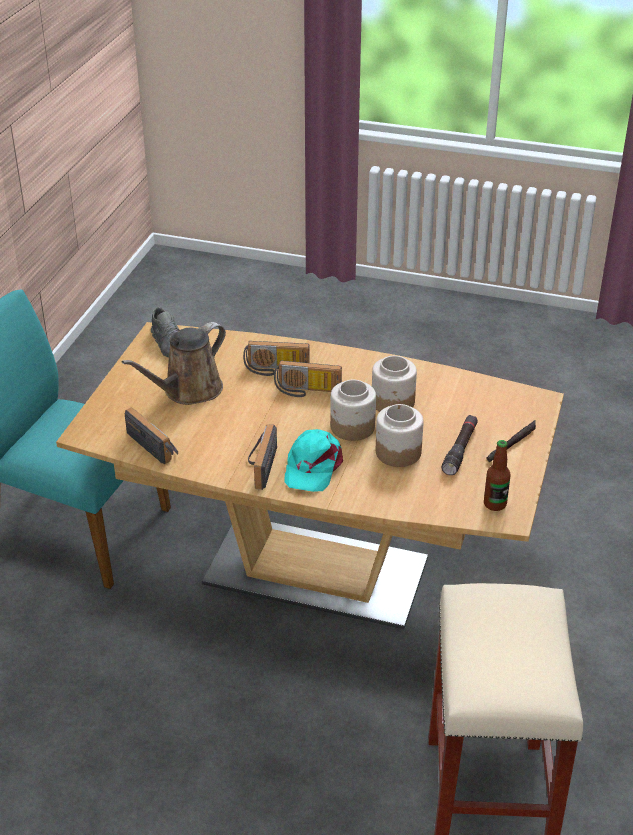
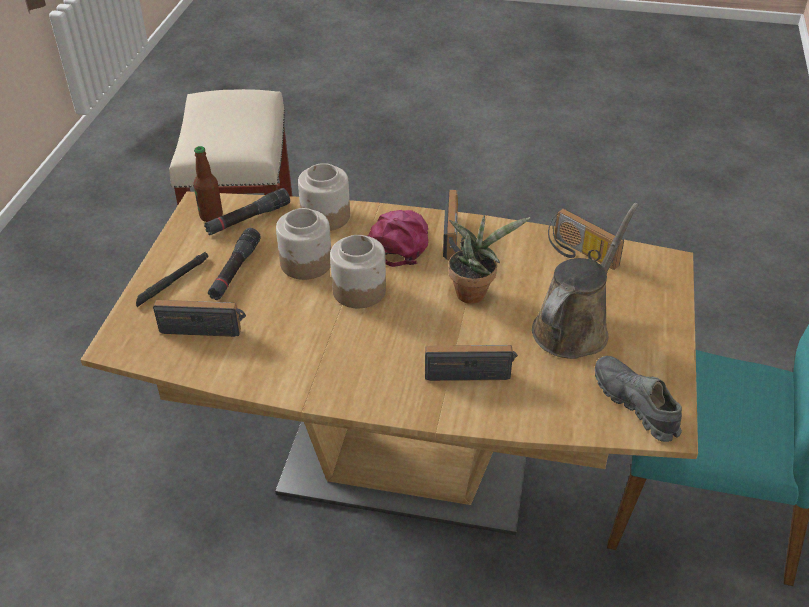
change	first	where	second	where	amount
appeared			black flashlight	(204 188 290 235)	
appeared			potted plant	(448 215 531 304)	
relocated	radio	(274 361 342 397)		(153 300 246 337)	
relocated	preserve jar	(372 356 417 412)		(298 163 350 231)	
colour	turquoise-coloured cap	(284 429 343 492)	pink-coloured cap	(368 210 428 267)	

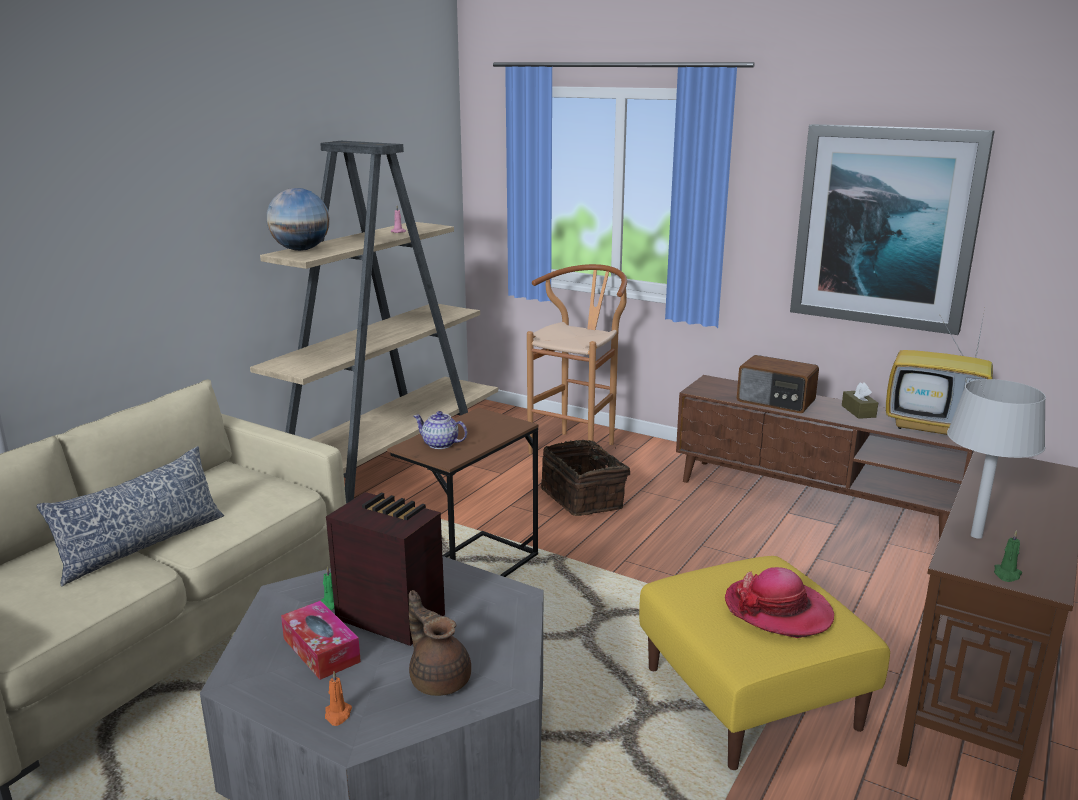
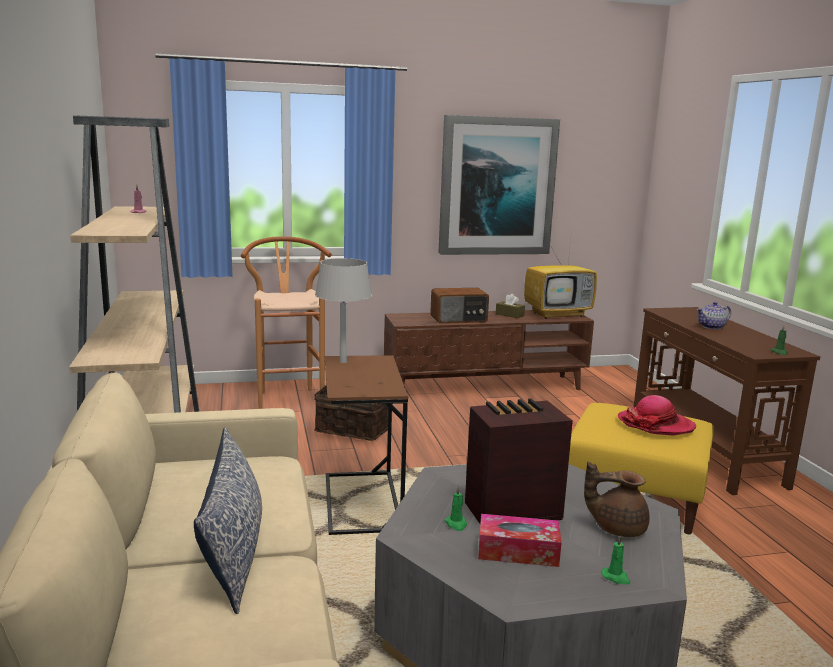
change	first	where	second	where	amount
missing	globe	(266 188 330 251)			
relocated	tea pot	(414 411 467 449)		(697 302 731 329)	
relocated	grey table lamp	(947 379 1046 539)		(315 258 372 363)	
colour	orange candle	(325 671 352 726)	green-coloured candle	(601 535 630 584)	

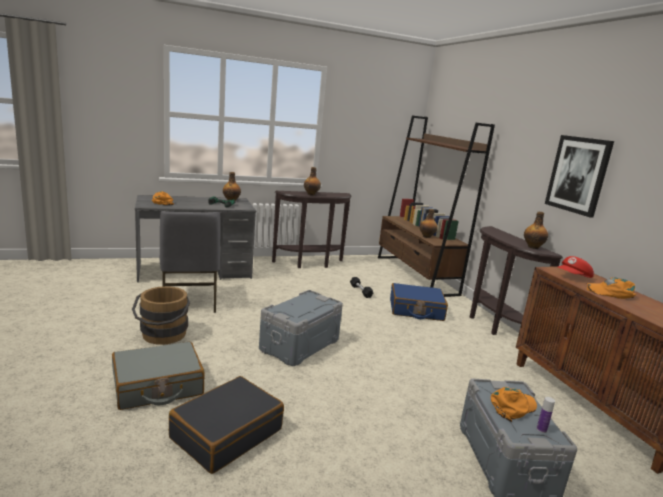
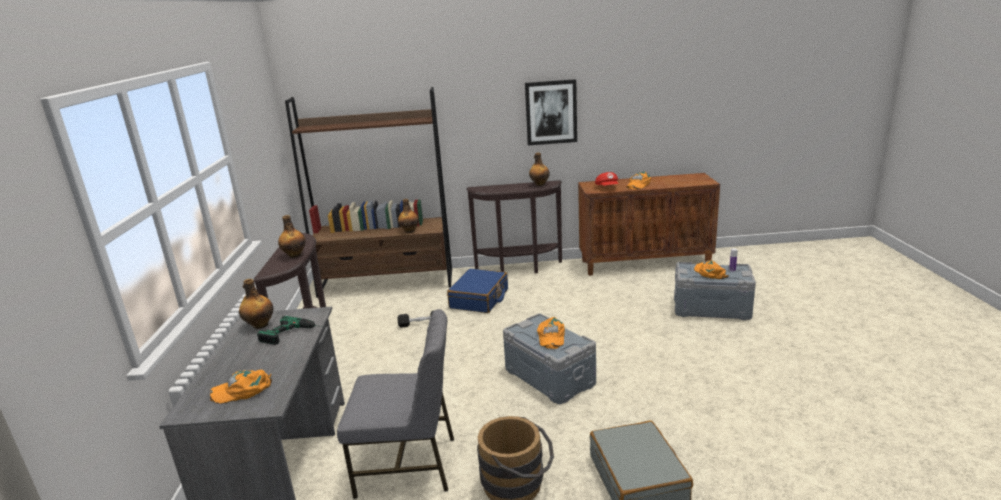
change	first	where	second	where	amount
missing	black suitcase	(169 376 284 474)			
appeared			orange cap	(537 317 565 349)	

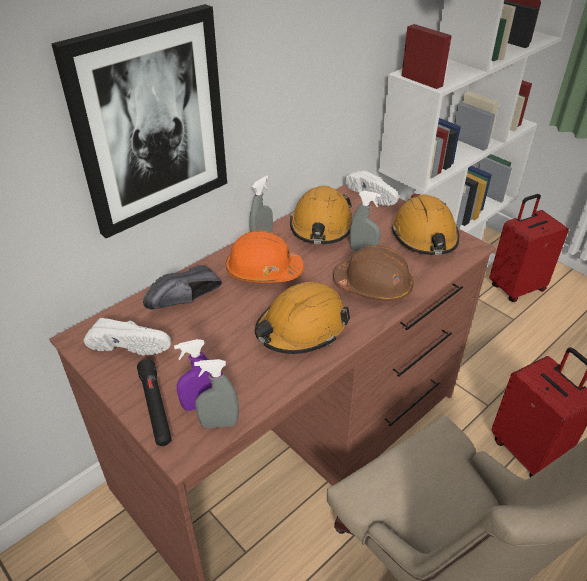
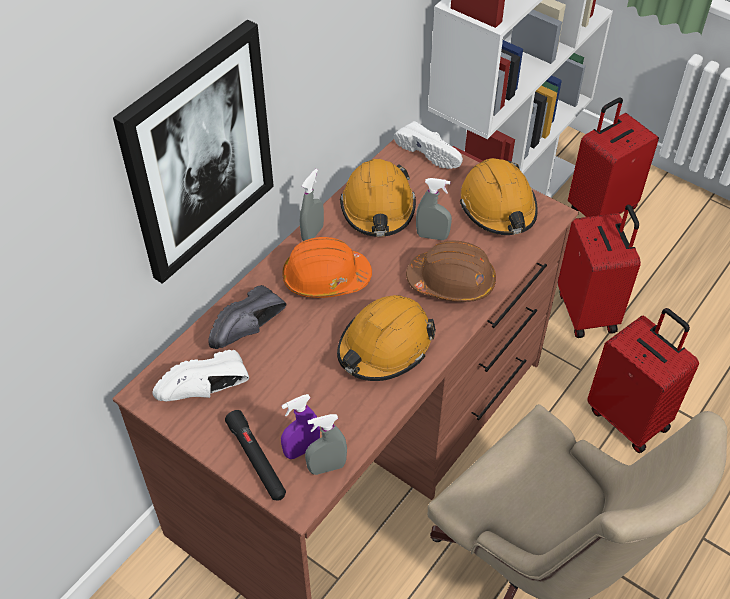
change	first	where	second	where	amount
appeared			red-coloured suitcase	(558 205 641 338)	
spun	white shoe	(84 318 171 356)		(152 350 249 401)	150 degrees clockwise

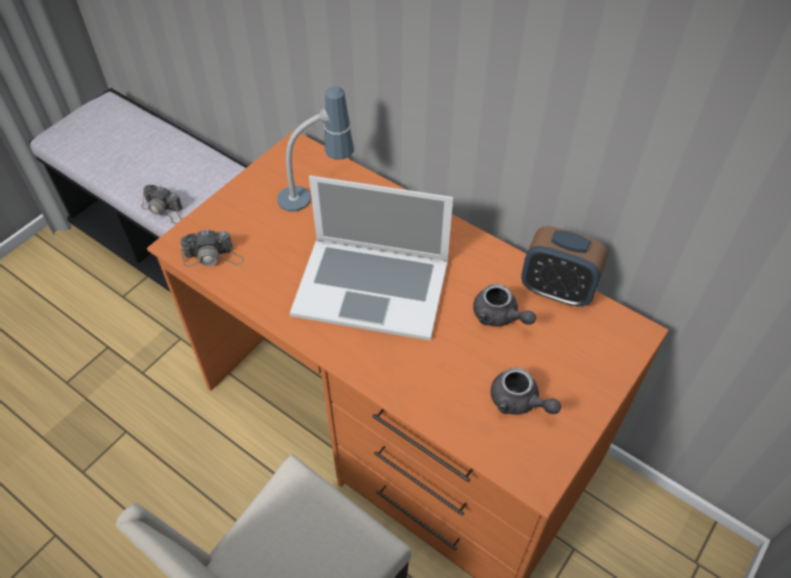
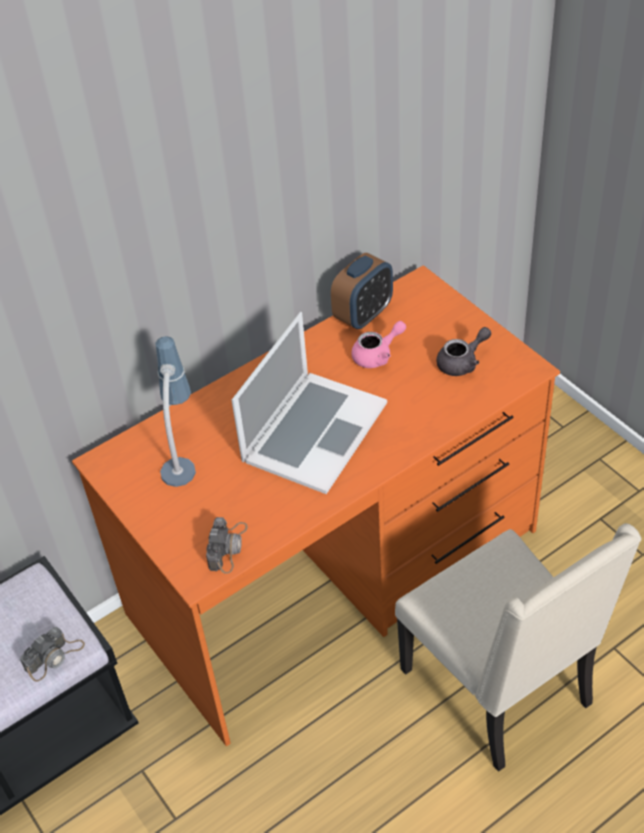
change	first	where	second	where	amount
colour	grey tea pot	(473 284 536 327)	pink-coloured tea pot	(351 321 406 368)	

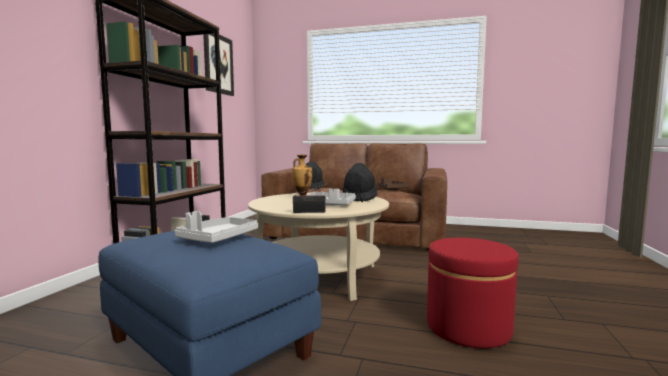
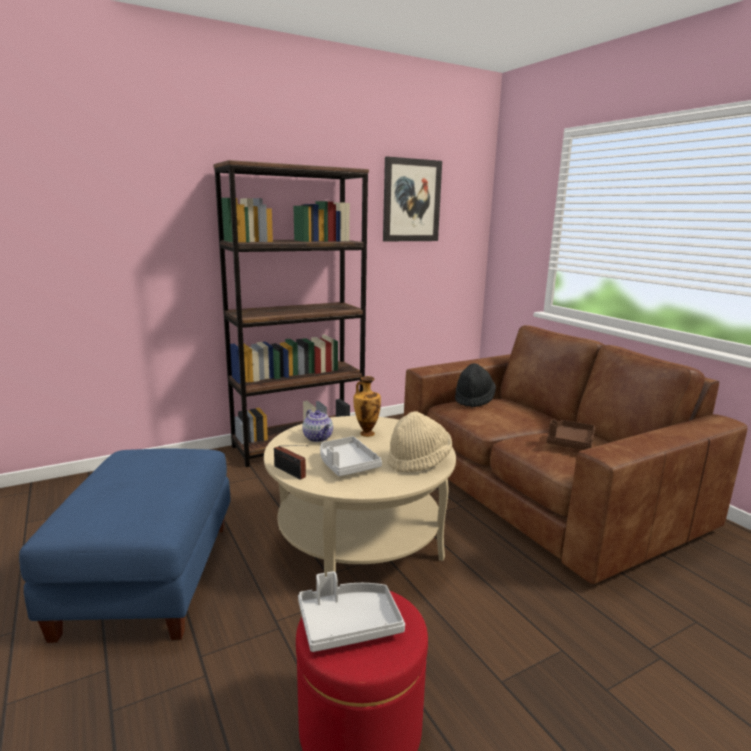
change	first	where	second	where	amount
appeared			tea pot	(302 410 333 442)	
relocated	grey tray	(175 211 258 243)		(298 571 405 652)	
colour	black clothing hat	(343 163 377 202)	beige-coloured clothing hat	(387 411 452 472)	

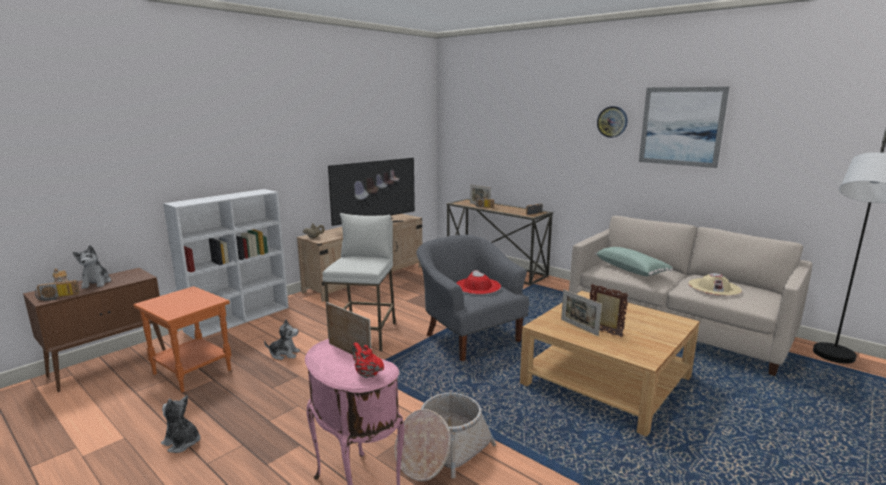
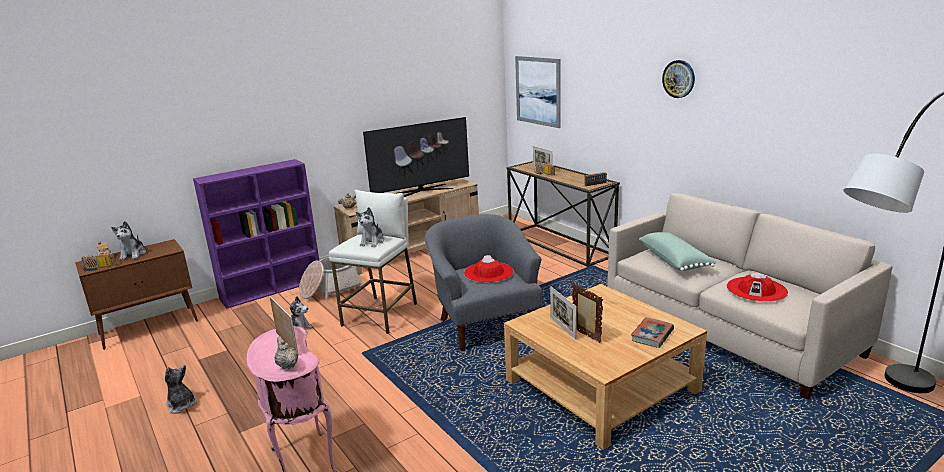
change	first	where	second	where	amount
missing	orange side table	(133 286 231 392)			
appeared			cuddly toy	(356 207 384 247)	
appeared			volume	(631 317 674 348)	
relocated	household basket	(395 392 496 481)		(299 257 364 300)	
relocated	wall art	(639 87 729 168)		(515 56 561 128)	
colour	white shelving unit	(163 189 289 339)	purple shelving unit	(193 159 319 309)	
colour	red-coloured tea pot	(352 342 384 378)	beige-coloured tea pot	(274 336 298 369)	
colour	beige-coloured clothing hat	(688 273 742 296)	red-coloured clothing hat	(727 273 788 302)	

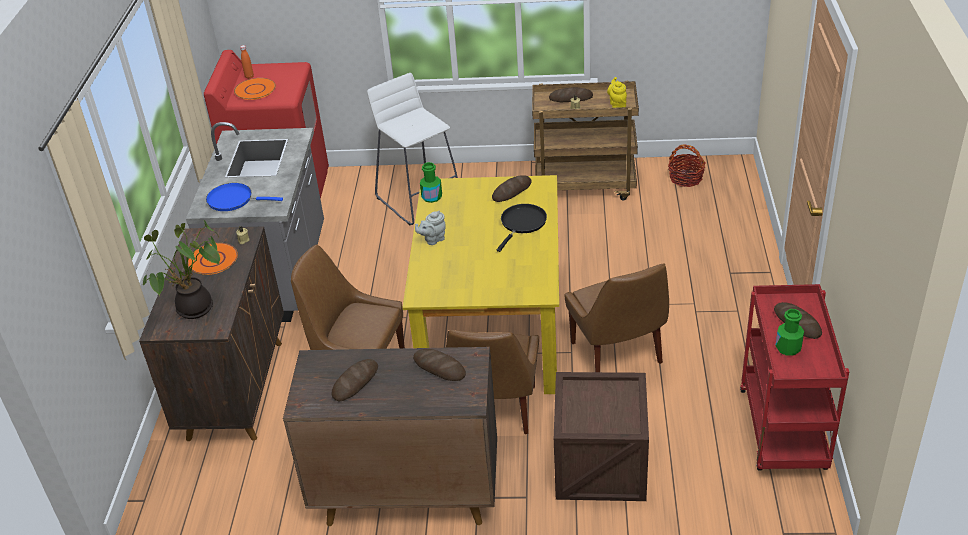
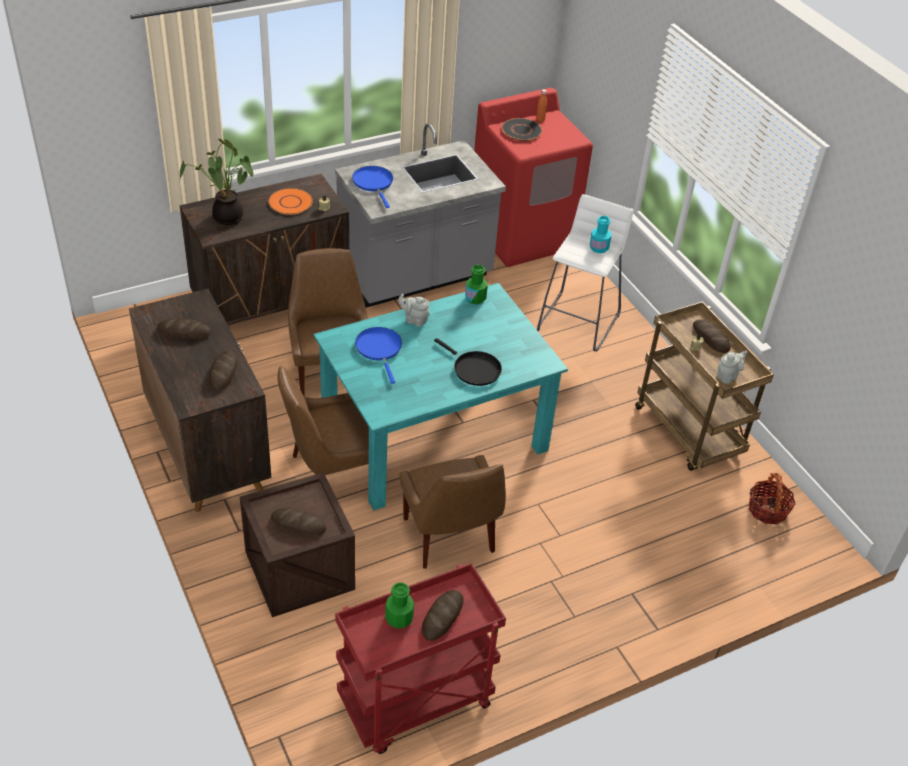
change	first	where	second	where	amount
appeared			bluish pan	(355 327 402 384)	
appeared			turquoise-coloured bottle	(590 216 611 253)	
relocated	bakery bread	(492 175 532 202)		(271 508 326 536)	
colour	orange dinner plate	(234 78 276 100)	black dinner plate	(502 118 542 141)	
colour	yellowish dinner table	(402 175 559 394)	turquoise-coloured dinner table	(314 283 568 511)	
colour	yellowish tea pot	(607 77 627 108)	grey tea pot	(717 351 747 384)	
spun	black pan	(496 204 547 252)		(434 338 502 386)	45 degrees clockwise
spun	brown plain chair	(564 263 669 372)		(400 455 506 569)	60 degrees counterclockwise

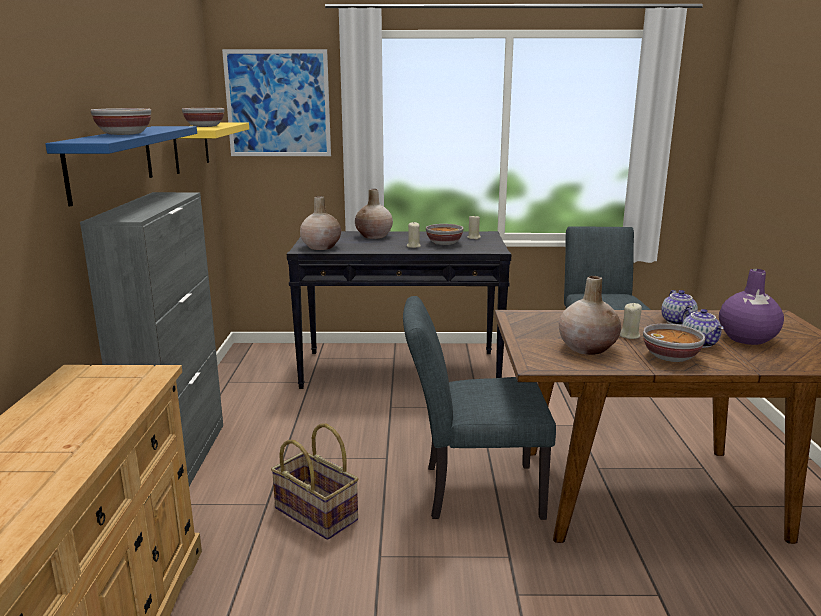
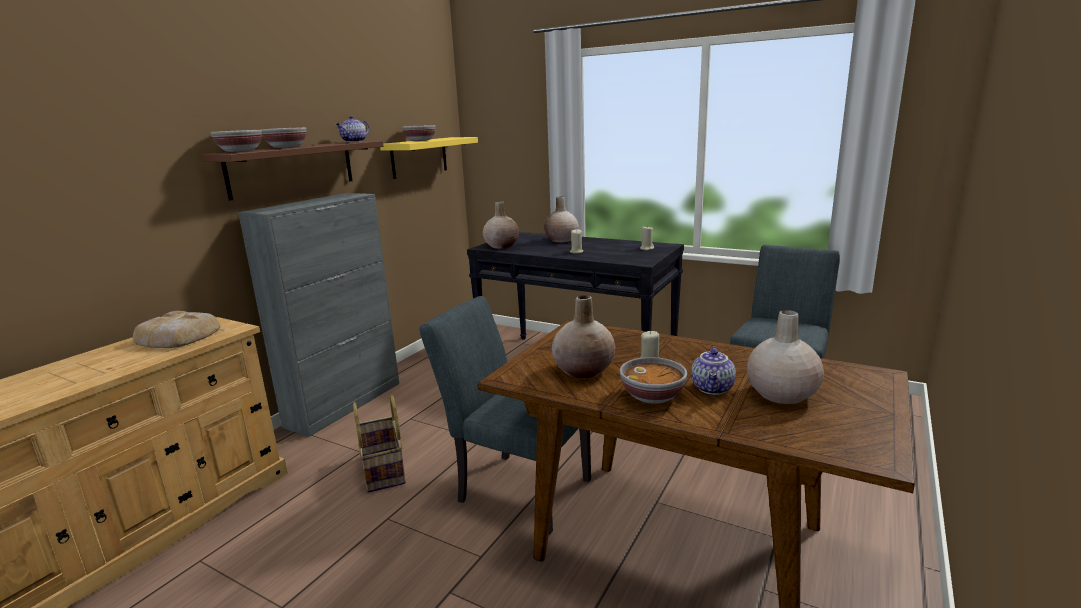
change	first	where	second	where	amount
missing	wall art	(222 49 331 156)			
appeared			bakery bread	(133 311 220 348)	
relocated	deep dish	(426 224 463 245)		(211 130 262 152)	
relocated	tea pot	(661 290 698 325)		(335 116 369 142)	
colour	bluish shelf	(46 126 197 206)	brown shelf	(202 141 383 201)	
colour	purple flower vase	(719 269 784 345)	beige-coloured flower vase	(746 310 824 404)	

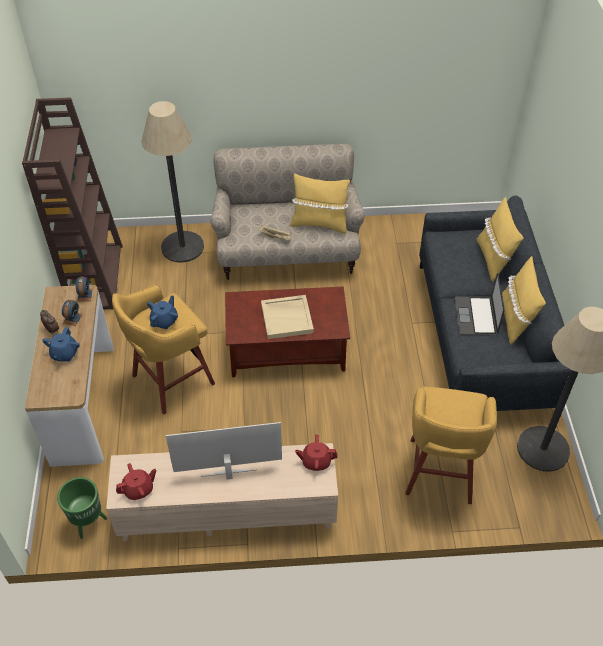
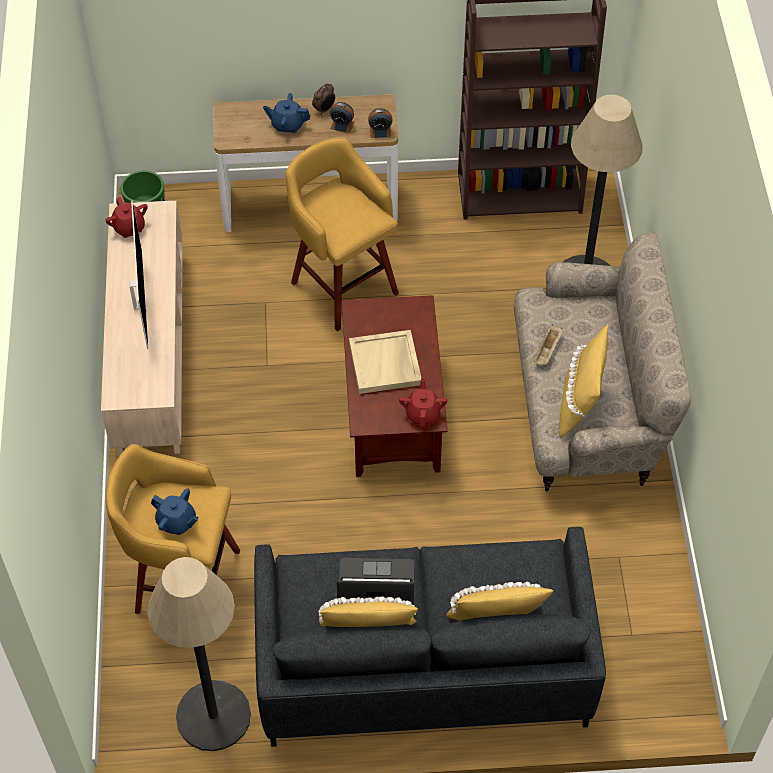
change	first	where	second	where	amount
relocated	bluish tea pot	(147 295 178 329)		(151 488 199 535)	
relocated	red-coloured tea pot	(295 434 338 471)		(399 378 448 427)	

